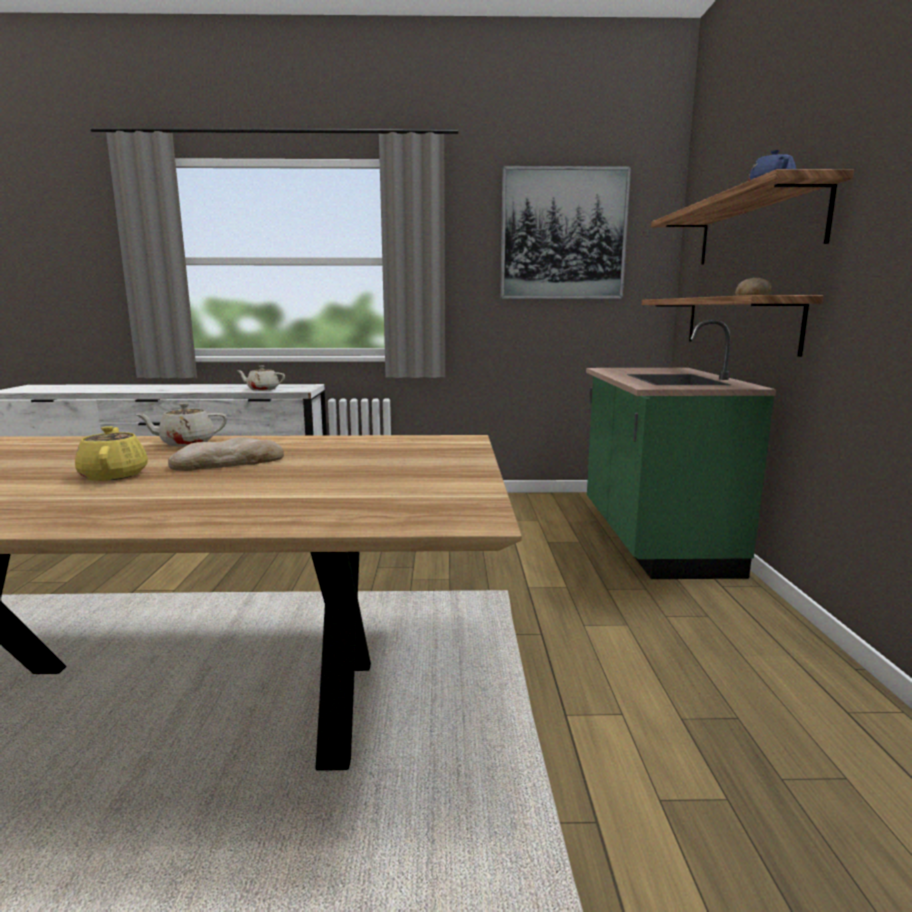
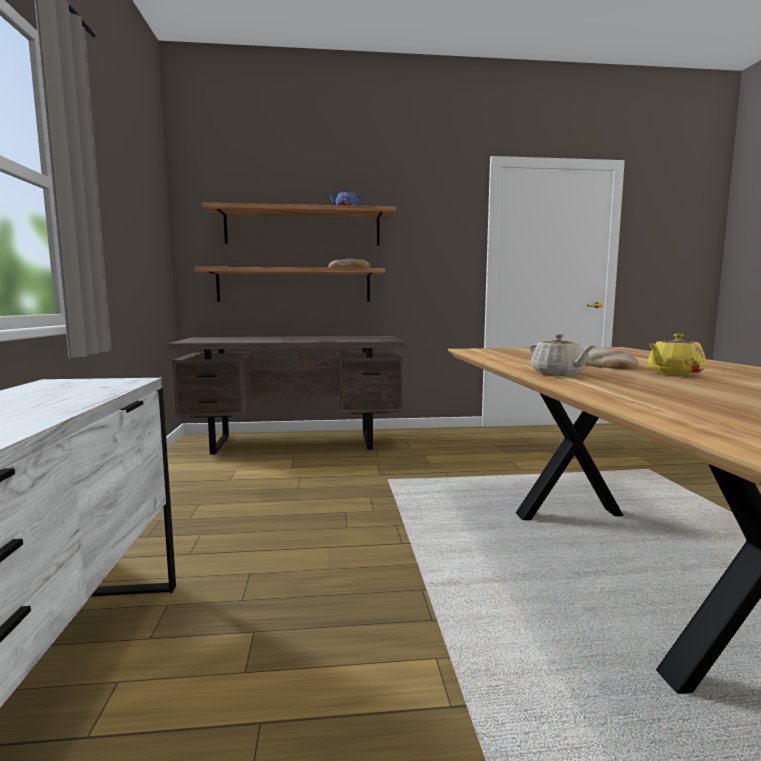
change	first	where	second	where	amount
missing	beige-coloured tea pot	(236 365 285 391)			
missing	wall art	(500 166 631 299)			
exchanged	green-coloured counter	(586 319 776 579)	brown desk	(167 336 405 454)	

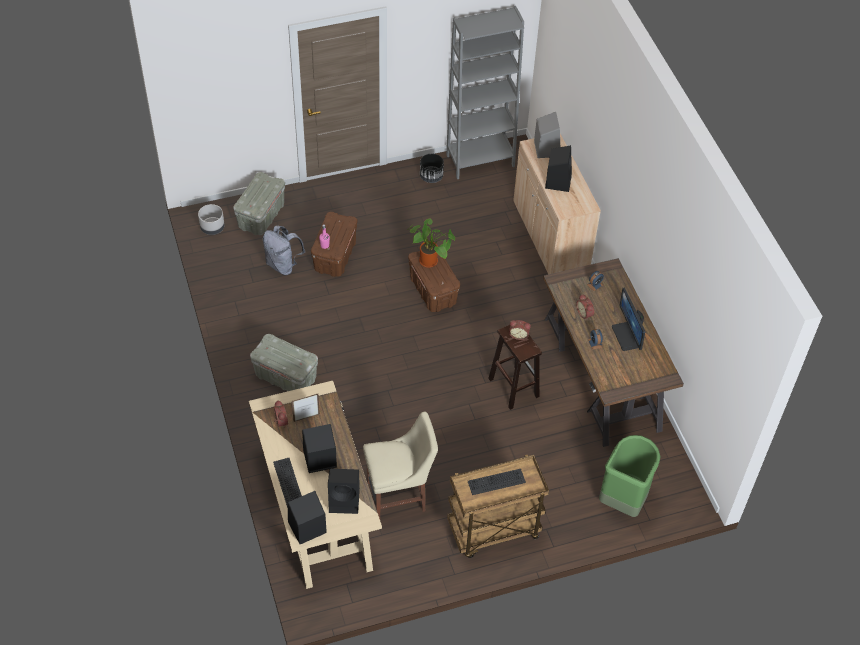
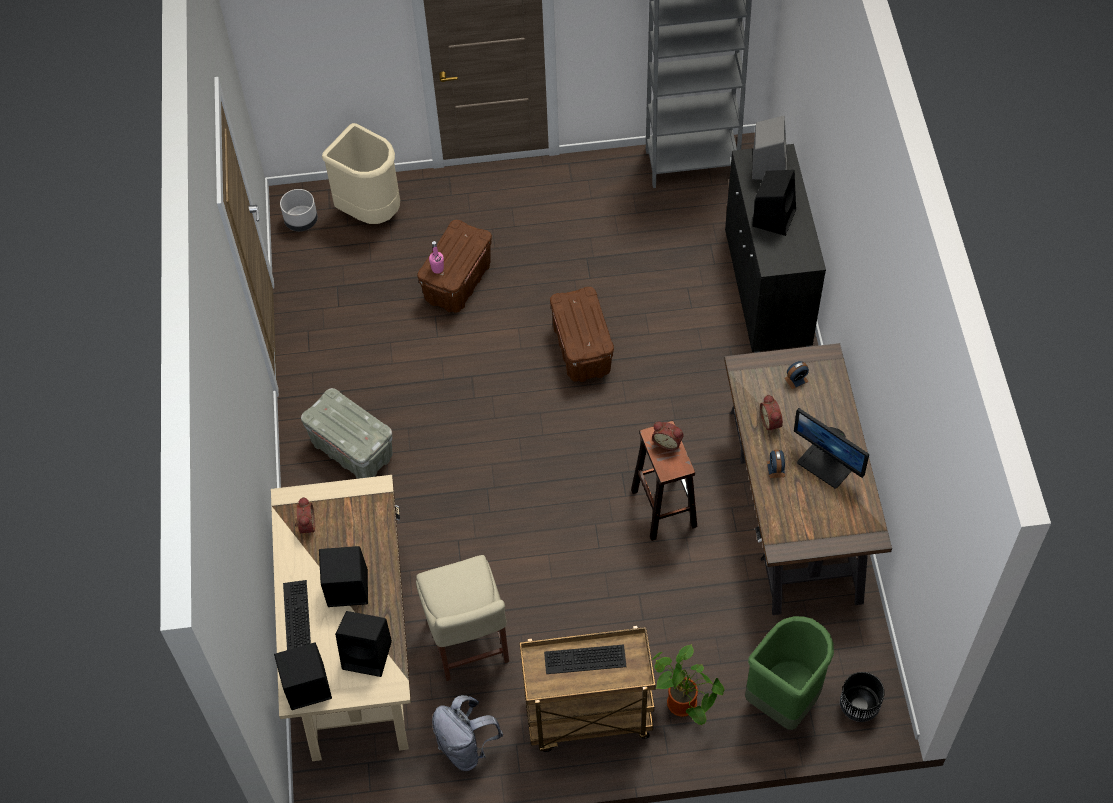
change	first	where	second	where	amount
missing	standing frame	(292 394 320 422)			
relocated	grey rucksack	(263 225 305 275)		(432 695 503 771)	
relocated	potted plant	(409 218 455 268)		(652 644 724 725)	
relocated	black flower pot	(420 154 444 183)		(840 672 885 722)	
exchanged	grey storage container	(233 172 285 235)	beige-coloured waste bin	(322 123 400 224)	
colour	beige-coloured cabinet	(513 134 601 274)	black cabinet	(725 144 826 353)	
spun	beige-coloured plain chair	(363 412 438 519)		(416 555 509 681)	75 degrees clockwise
spun	computer screen	(612 287 645 351)		(794 408 869 489)	45 degrees counterclockwise

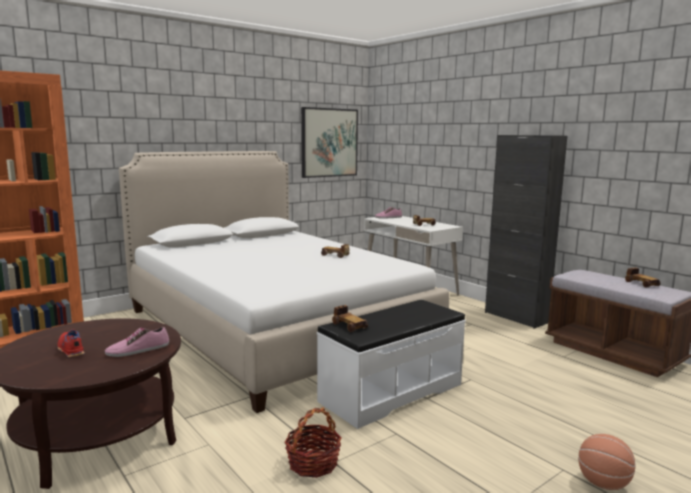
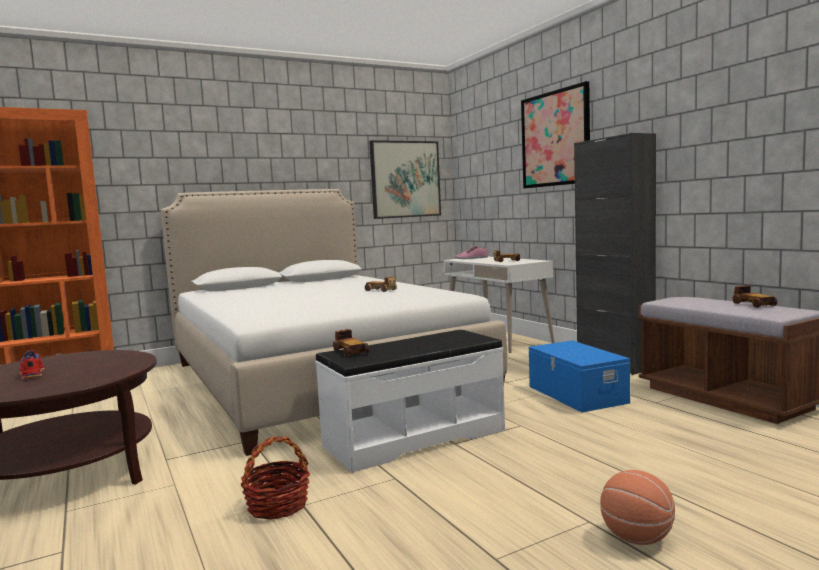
change	first	where	second	where	amount
missing	shoe	(105 327 169 357)			
appeared			wall art	(521 81 590 188)	
appeared			bluish storage container	(529 341 630 413)	

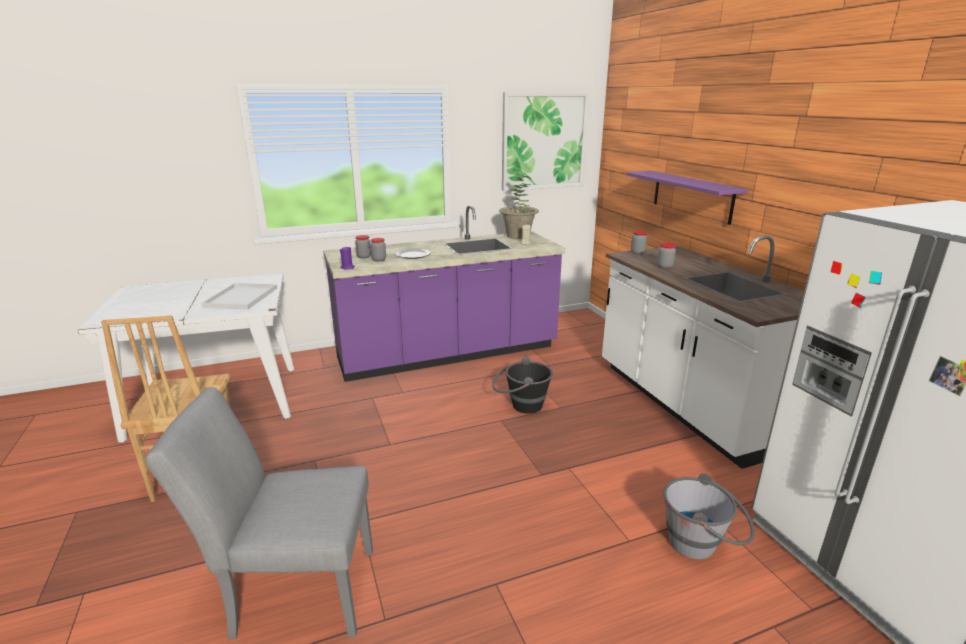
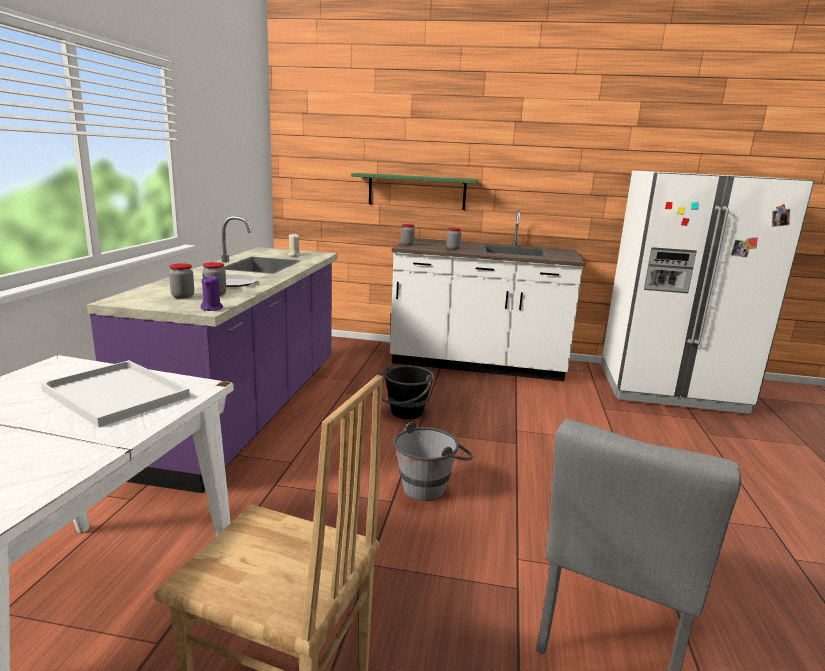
change	first	where	second	where	amount
missing	potted plant	(499 173 539 239)			
missing	wall art	(502 92 589 191)			
relocated	grey water bucket	(663 473 755 560)		(394 422 473 501)	
colour	purple shelf	(626 171 748 225)	green-coloured shelf	(351 173 479 210)	

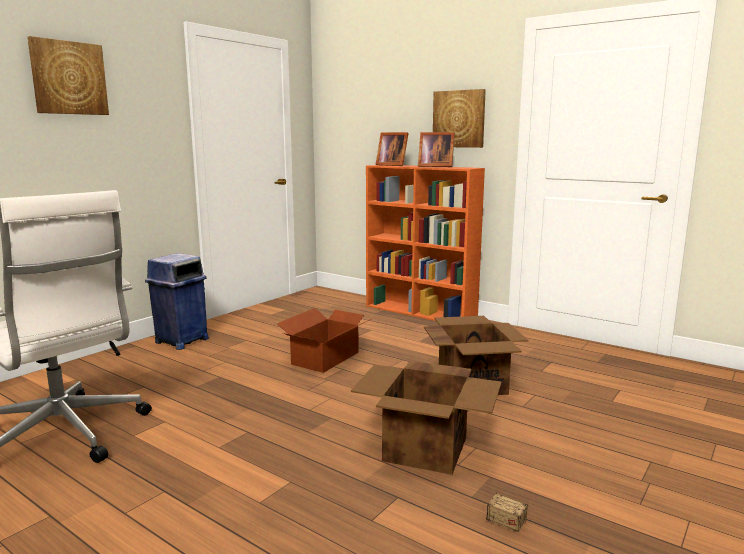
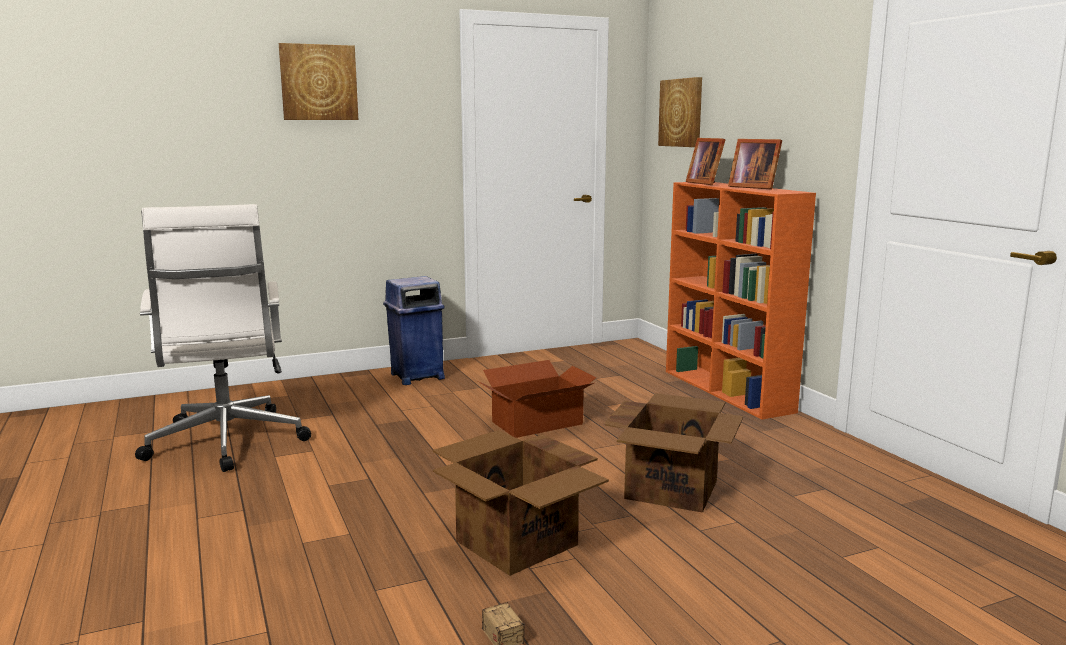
change	first	where	second	where	amount
relocated	wall art	(433 89 486 148)		(658 77 702 147)	

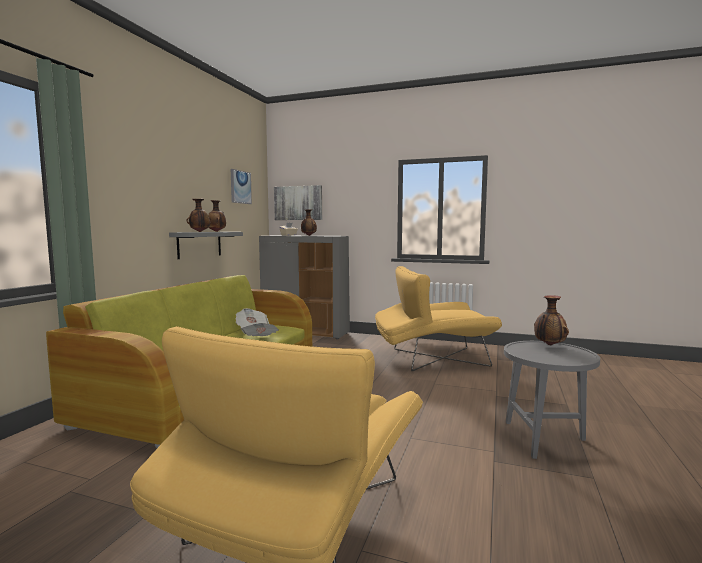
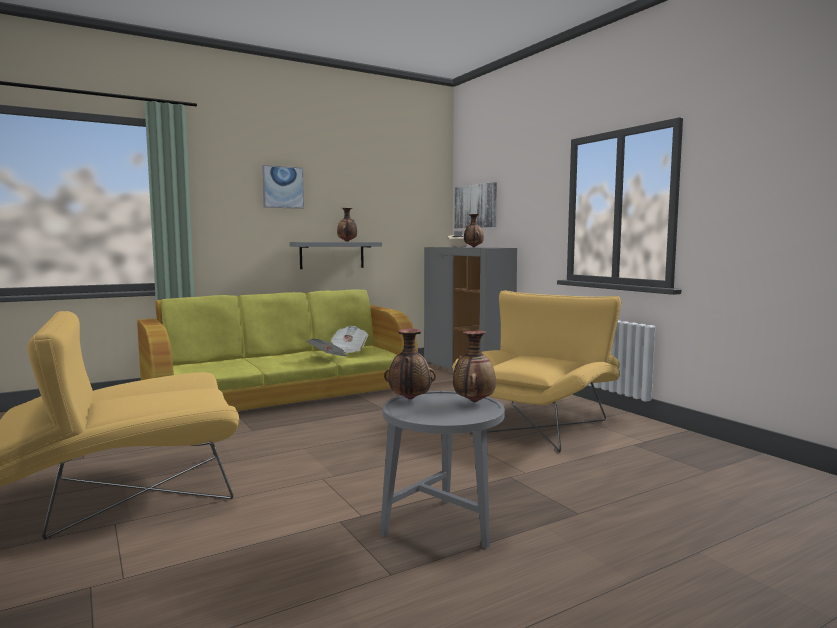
change	first	where	second	where	amount
relocated	flower vase	(186 199 212 232)		(384 329 436 399)	
relocated	wall art	(231 169 252 204)		(262 165 304 209)	
spun	yellowish armchair	(375 266 502 371)		(452 290 621 452)	90 degrees clockwise

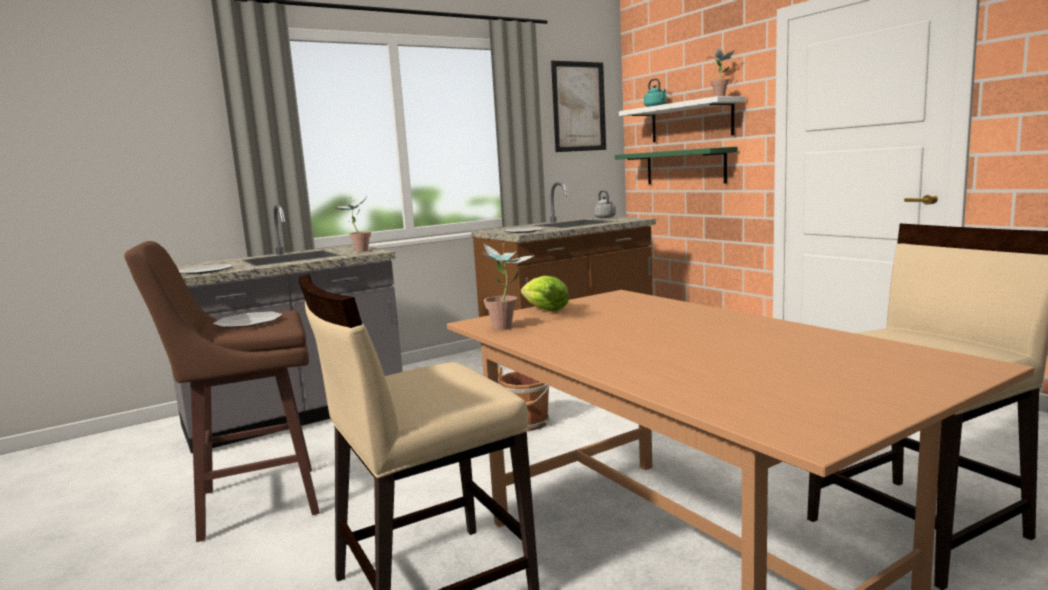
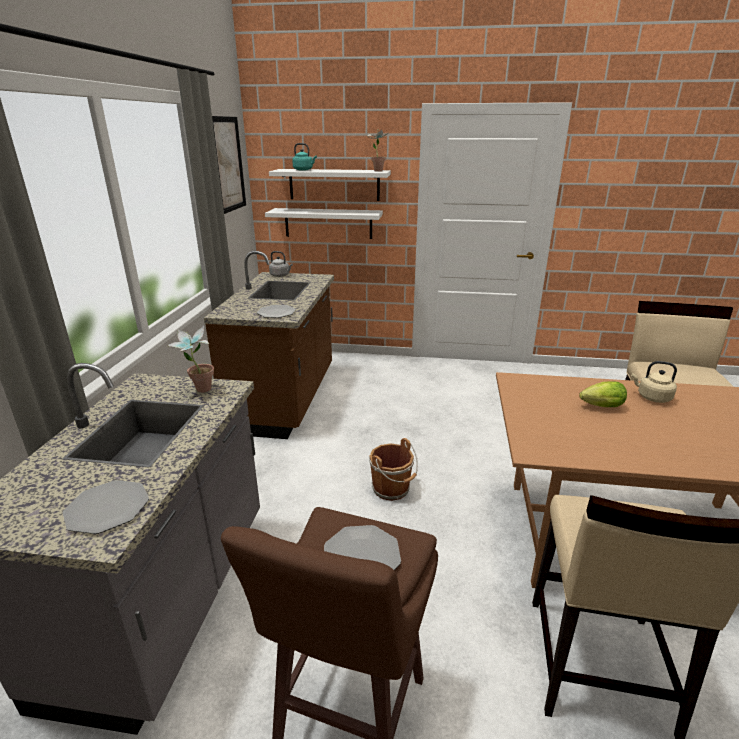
change	first	where	second	where	amount
missing	potted plant	(483 243 534 330)			
appeared			beige-coloured kettle	(631 361 677 403)	
relocated	head of lettuce	(521 276 569 312)		(579 381 627 407)	
colour	green-coloured shelf	(615 147 737 184)	white shelf	(265 208 383 239)	

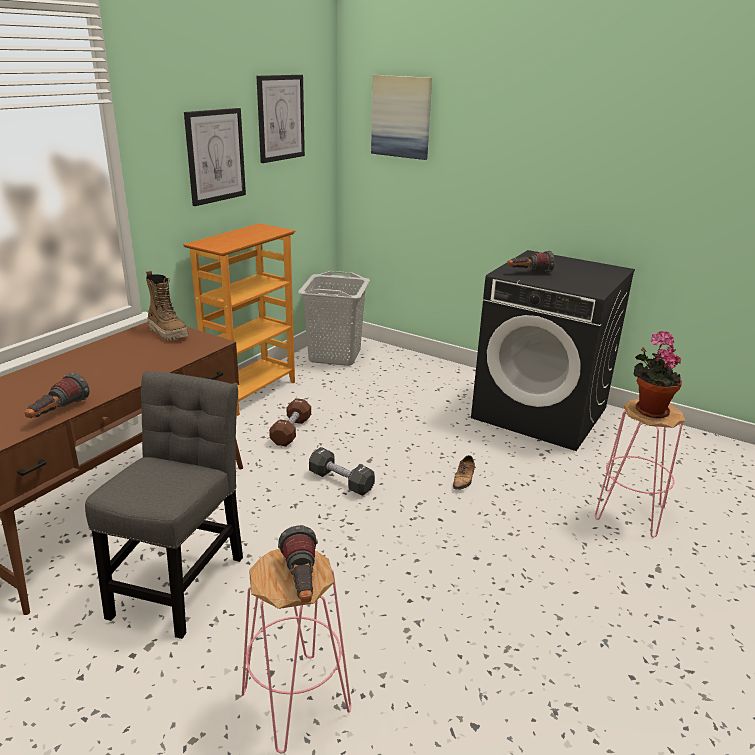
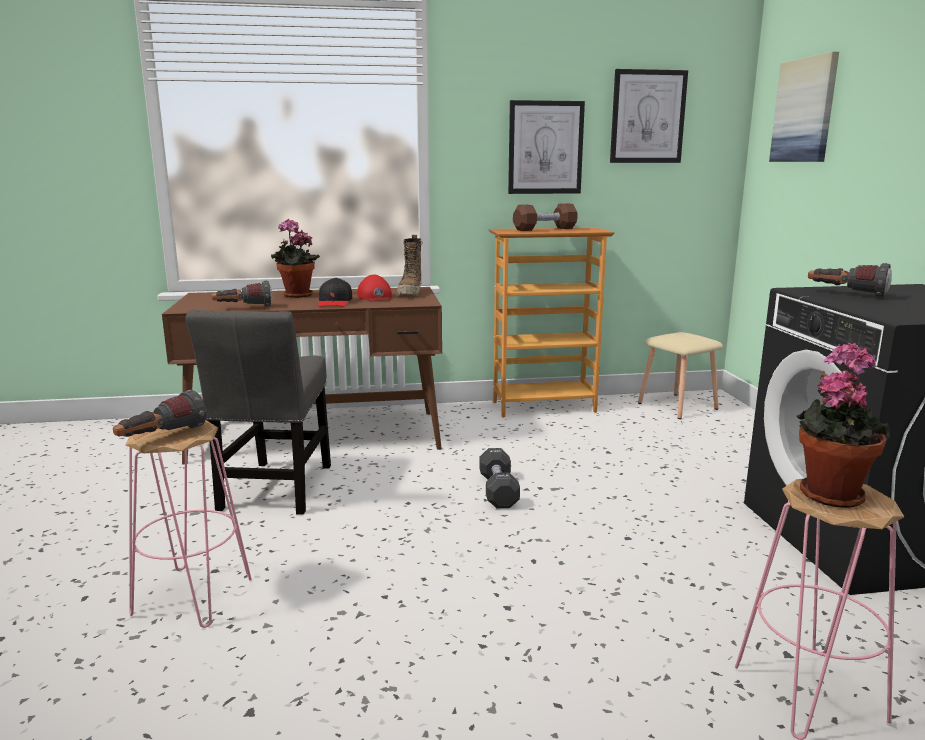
change	first	where	second	where	amount
missing	shoe	(453 455 475 490)			
appeared			potted plant	(271 219 320 298)	
appeared			black cap	(318 277 352 307)	
appeared			red-coloured cap	(358 275 392 301)	
relocated	brown dumbbell	(269 398 311 446)		(513 203 578 231)	
exchanged	grey laundry basket	(298 271 370 366)	beige-coloured sitting stool	(638 332 723 419)	
spun	grey plain chair	(85 371 243 639)		(186 310 331 515)	120 degrees clockwise

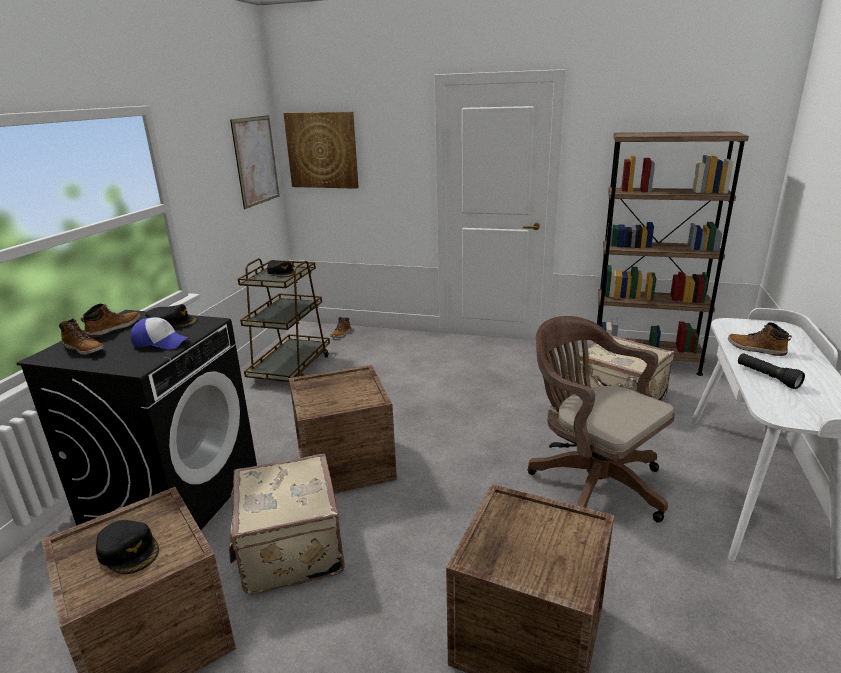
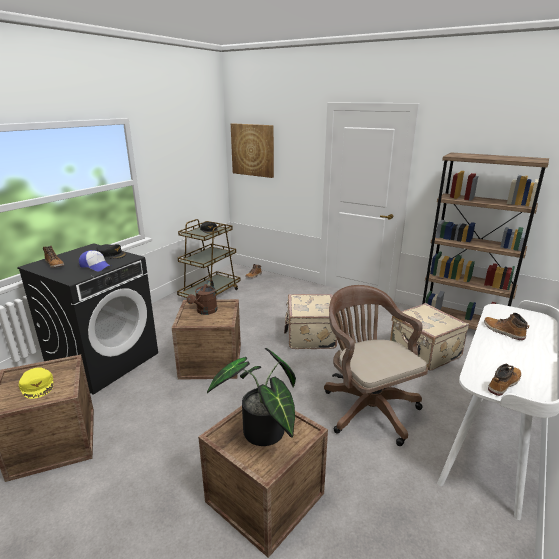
change	first	where	second	where	amount
missing	wall art	(230 115 279 209)			
missing	black flashlight	(738 353 805 389)			
appeared			brown sprinkling can	(187 280 218 315)	
appeared			potted plant	(207 348 296 446)	
relocated	high-top boot	(81 304 140 338)		(488 364 522 396)	
relocated	beige-coloured suitcase	(229 454 345 595)		(284 294 337 349)	
colour	black cap	(96 520 159 574)	yellowish cap	(19 367 53 399)	

